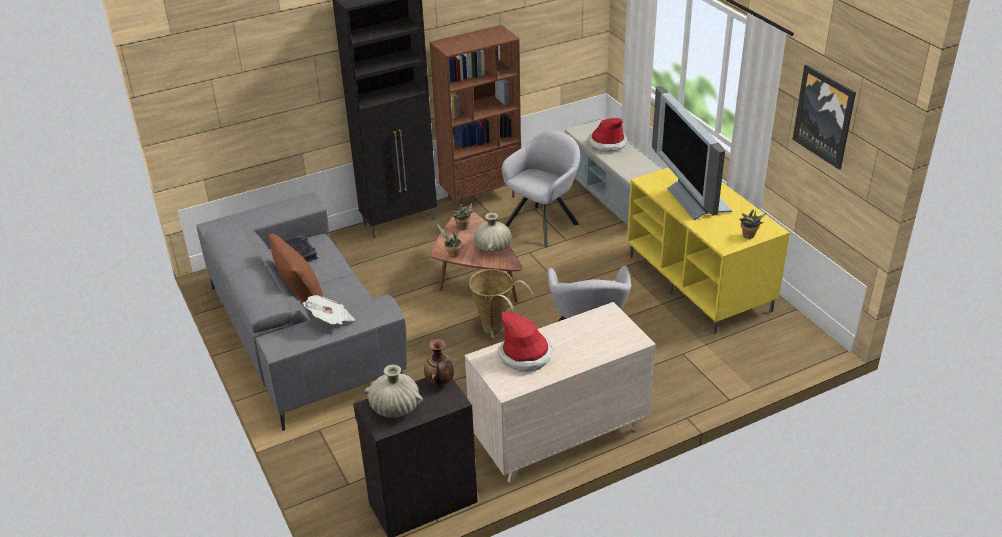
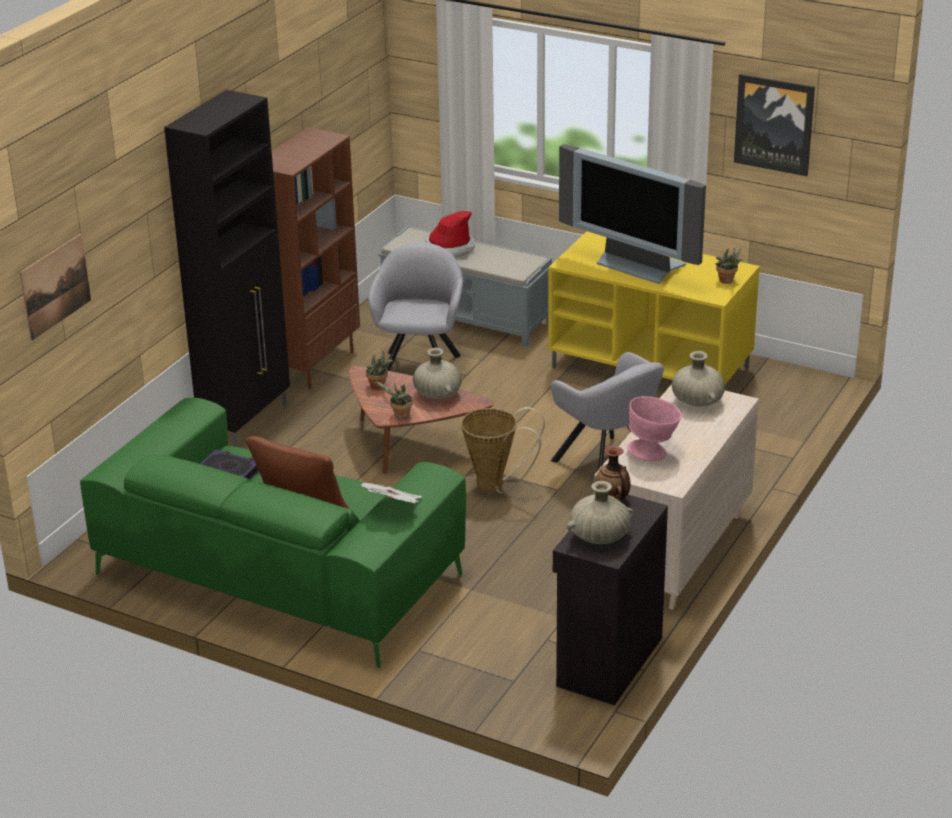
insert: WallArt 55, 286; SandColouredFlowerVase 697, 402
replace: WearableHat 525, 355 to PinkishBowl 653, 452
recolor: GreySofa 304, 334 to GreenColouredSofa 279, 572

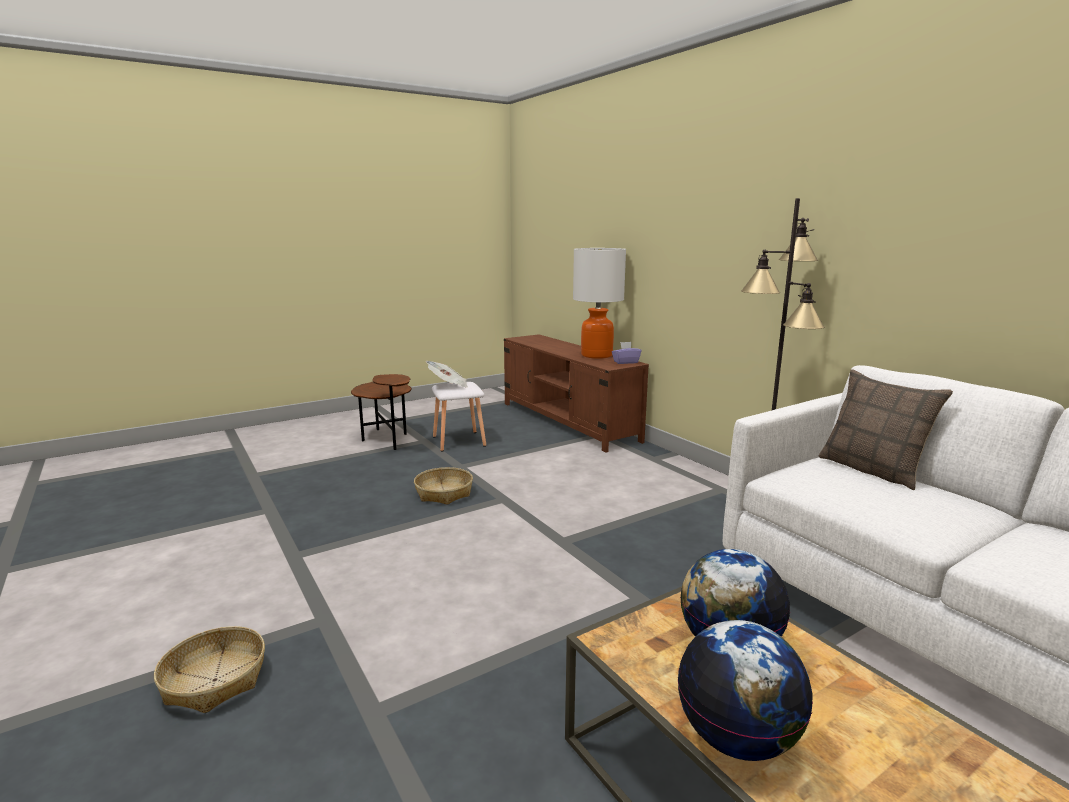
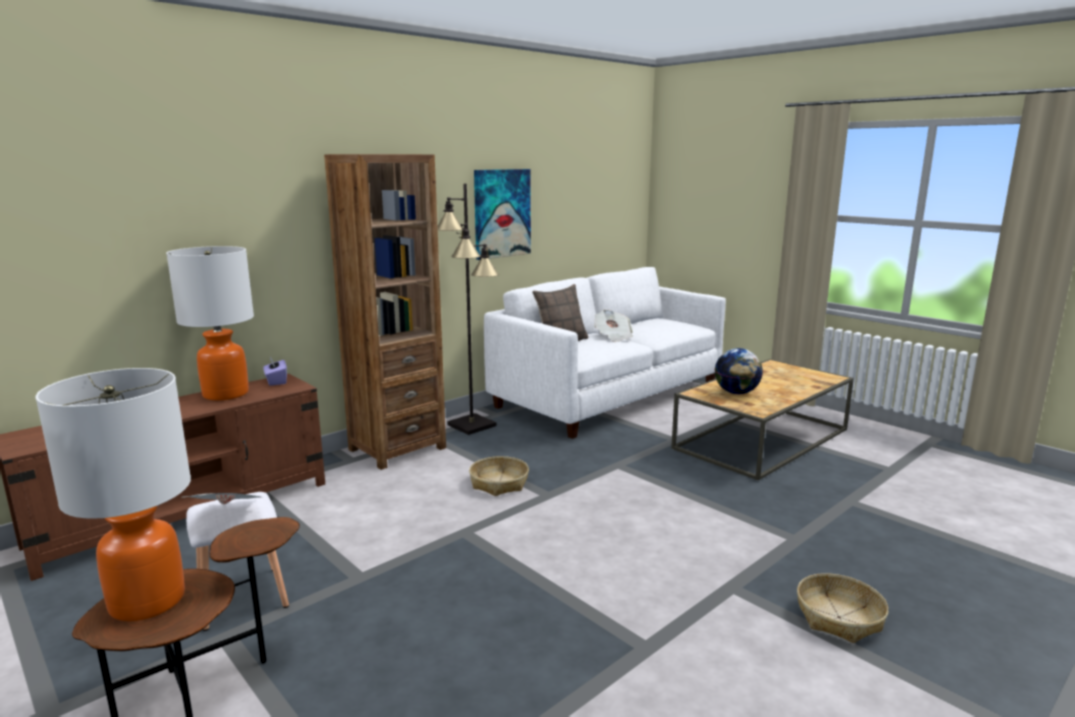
delete: WorldGlobe 737, 738
insert: TabletopLamp 146, 602; BrownColouredShelvingUnit 397, 449; WallArt 502, 213; Newspaper 613, 336
move: Basket 444, 493 to 499, 483

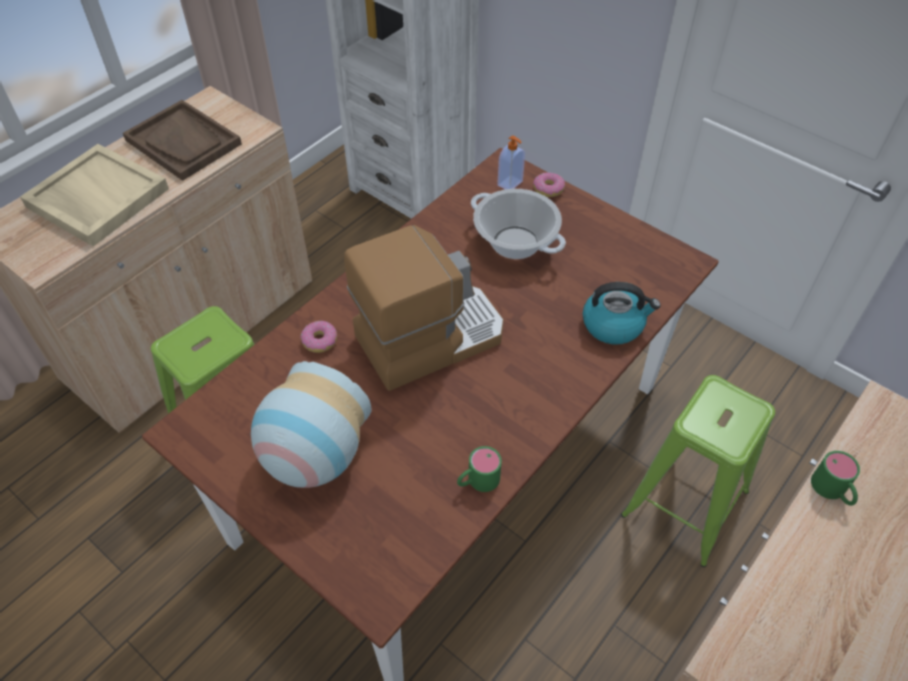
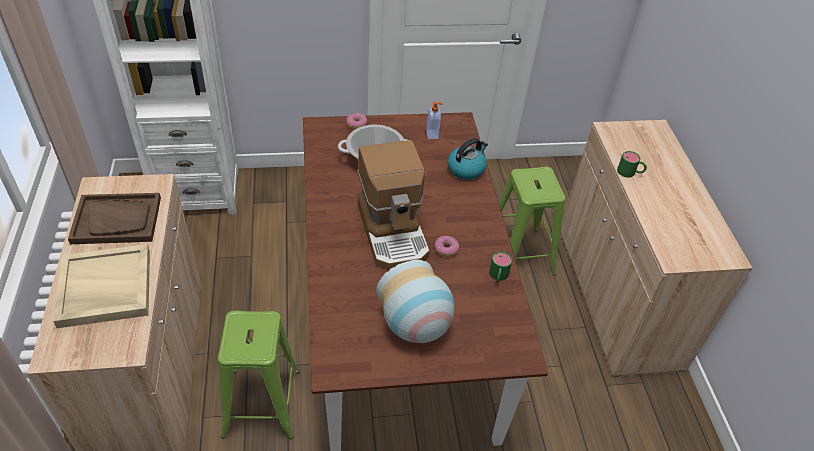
move: Donut 320, 341 to 446, 249; LiquidSoapBottle 510, 184 to 432, 134
rotate: CoffeeBrewer 429, 337 = 394, 232 150 degrees clockwise

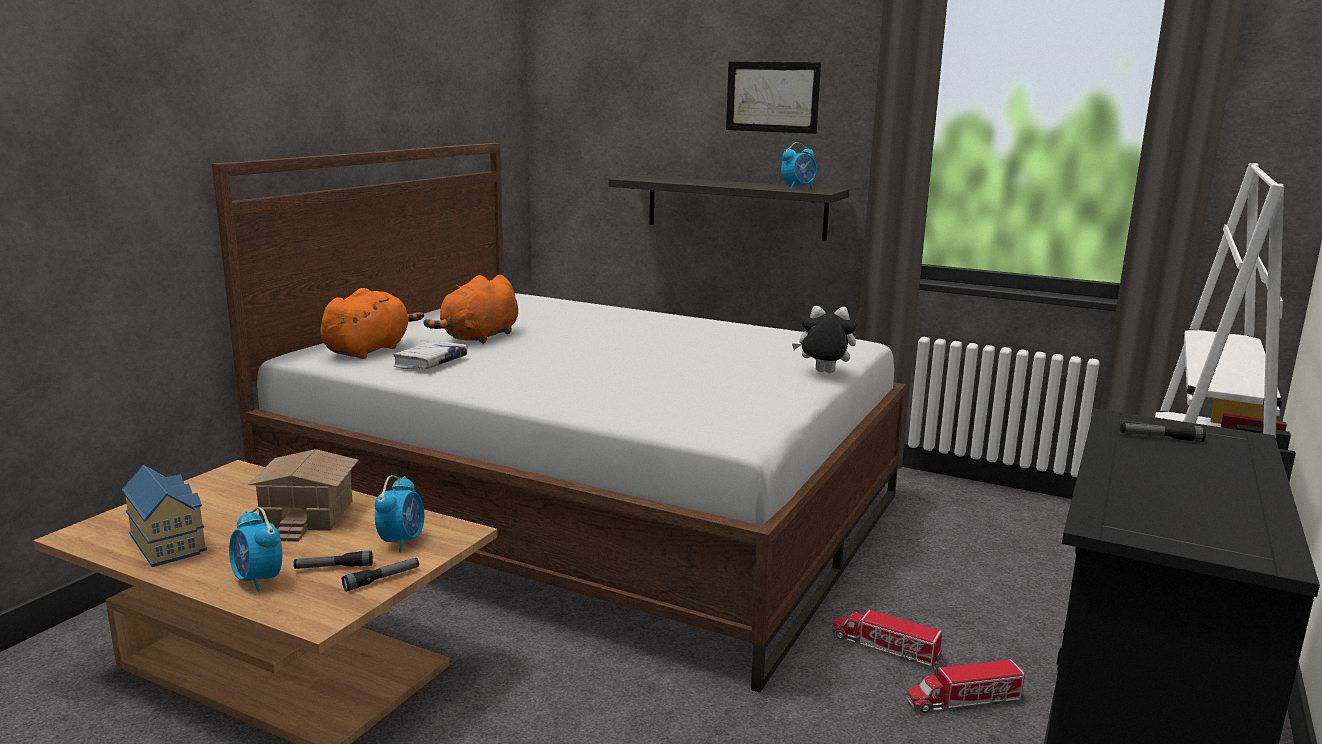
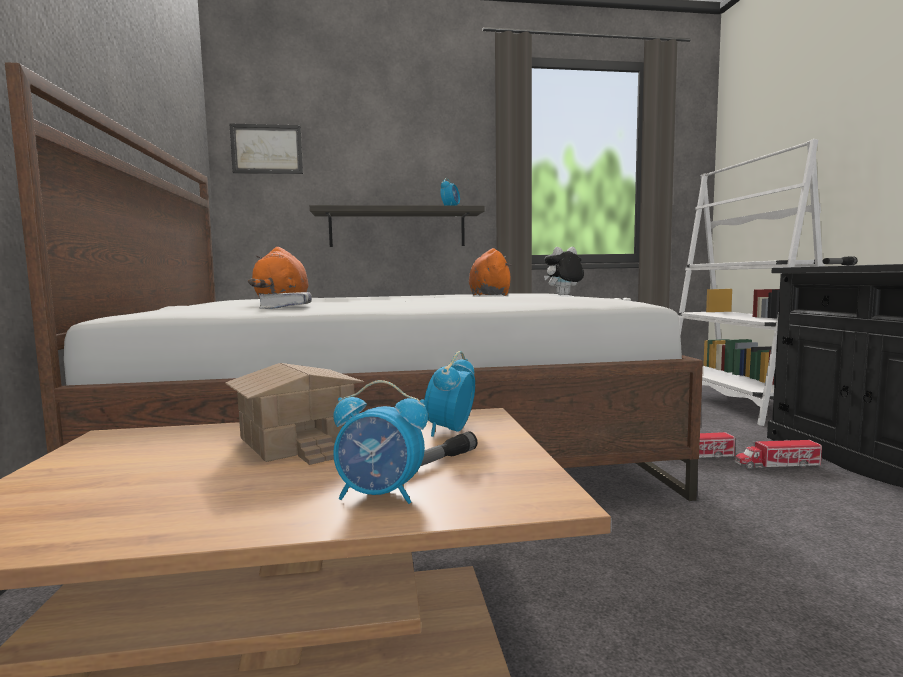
delete: MiniatureHouse 170, 542; HandTorch 382, 579
move: OrangeSoftToy 369, 350 to 489, 295; WallArt 772, 97 to 267, 149
rotate: TableClock 402, 541 = 450, 431 135 degrees counterclockwise; ModelTruck 964, 700 = 777, 465 45 degrees clockwise

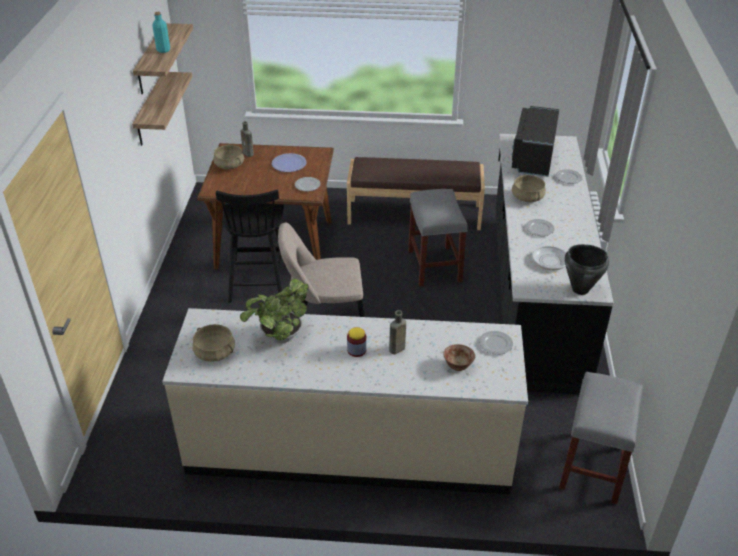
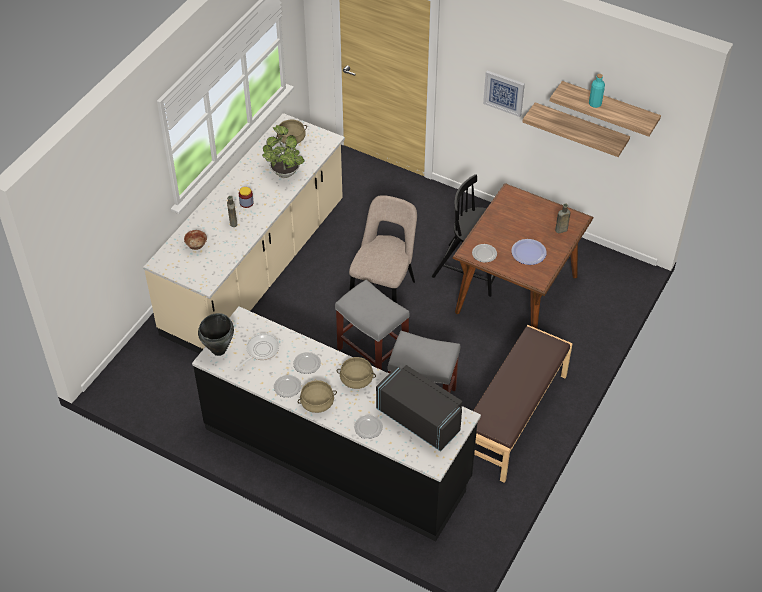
insert: WallArt 504, 92
move: SandColouredCookingPot 230, 165 to 317, 403; Plate 495, 344 to 288, 387; GreyStoolSeat 593, 468 to 371, 352

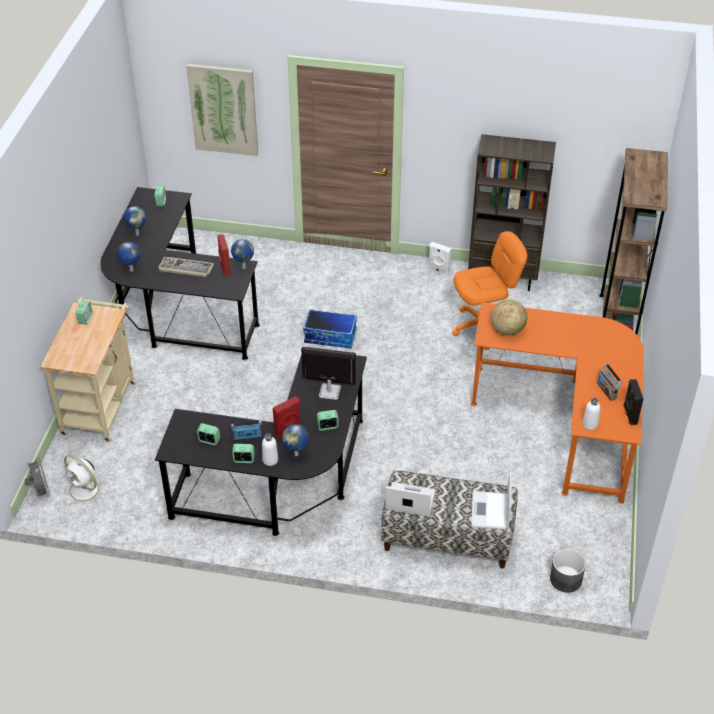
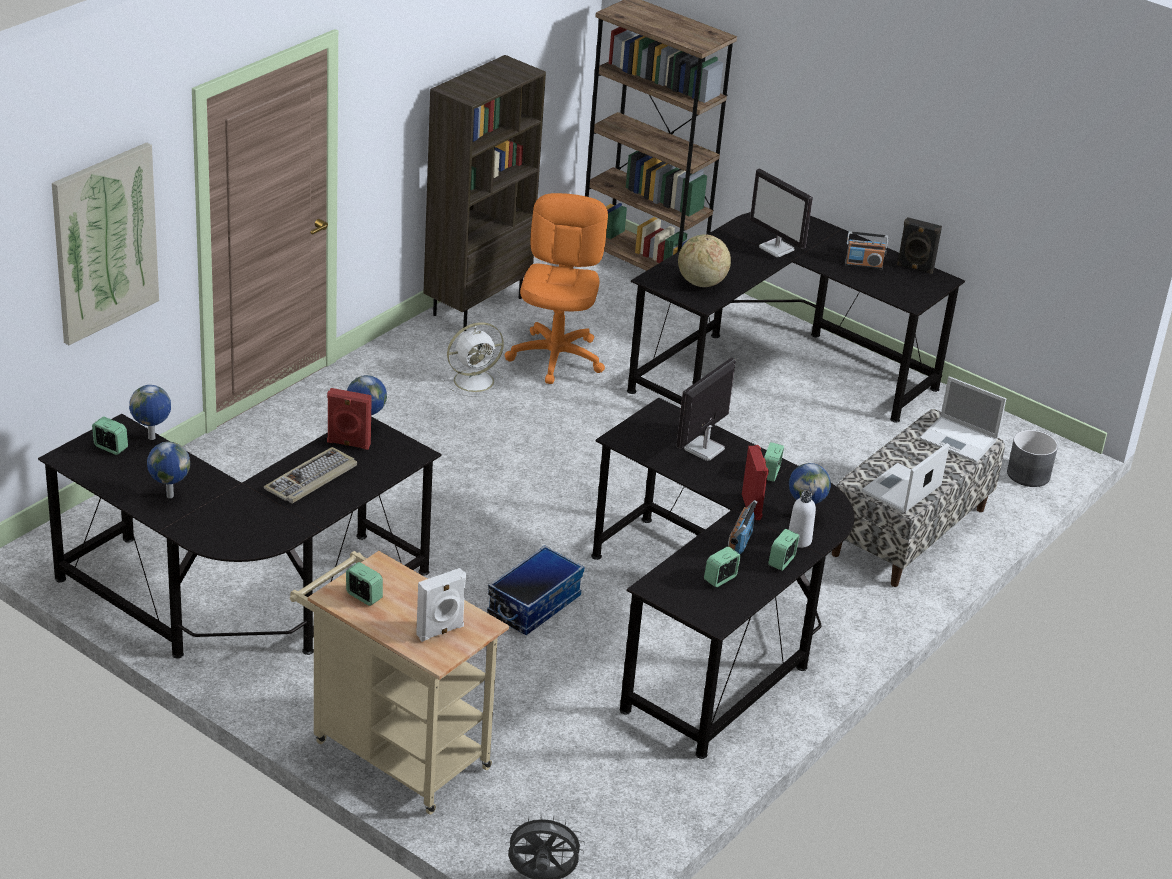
delete: WhiteBeverageBottle 589, 424
insert: Monitor 777, 249
move: WhiteFan 85, 490 to 475, 380; WorldGlobe 131, 270 to 152, 438; StorageBox 330, 336 to 533, 605; WhiteSpeaker 438, 270 to 440, 632
recolor: OrangeDeskTable 565, 420 to BlackColouredDeskTable 777, 370

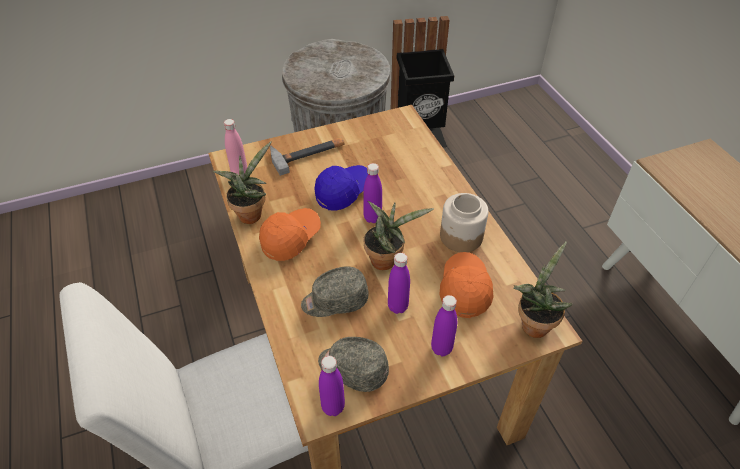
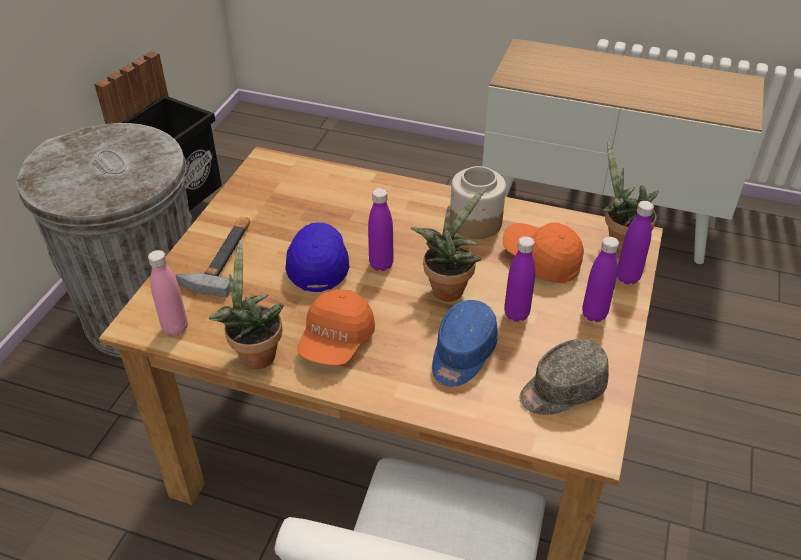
move: PurpleBeverageBottle 333, 407 to 627, 277
recolor: GreyCap 334, 301 to BluishCap 462, 355
rotate: OrangeCap 290, 239 = 336, 341 150 degrees counterclockwise

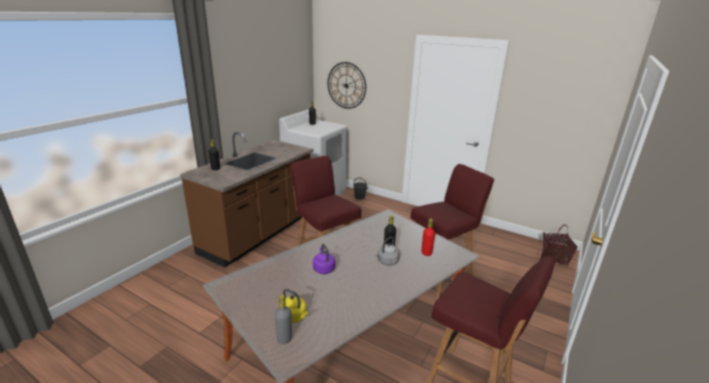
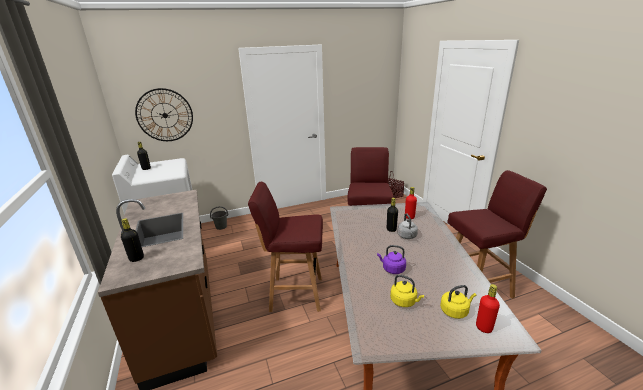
insert: YellowTeaKettle 404, 301
recolor: GreyBeverageBottle 284, 338 to RedBeverageBottle 484, 327

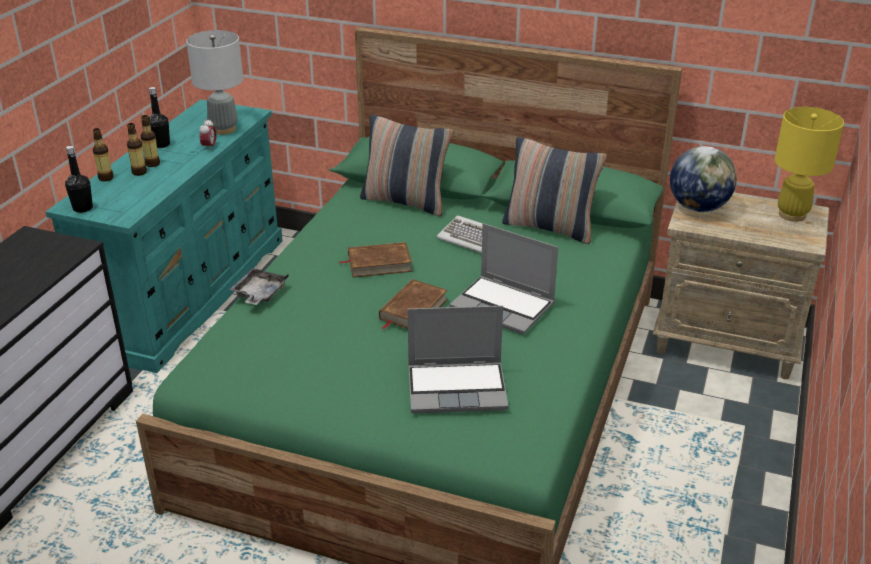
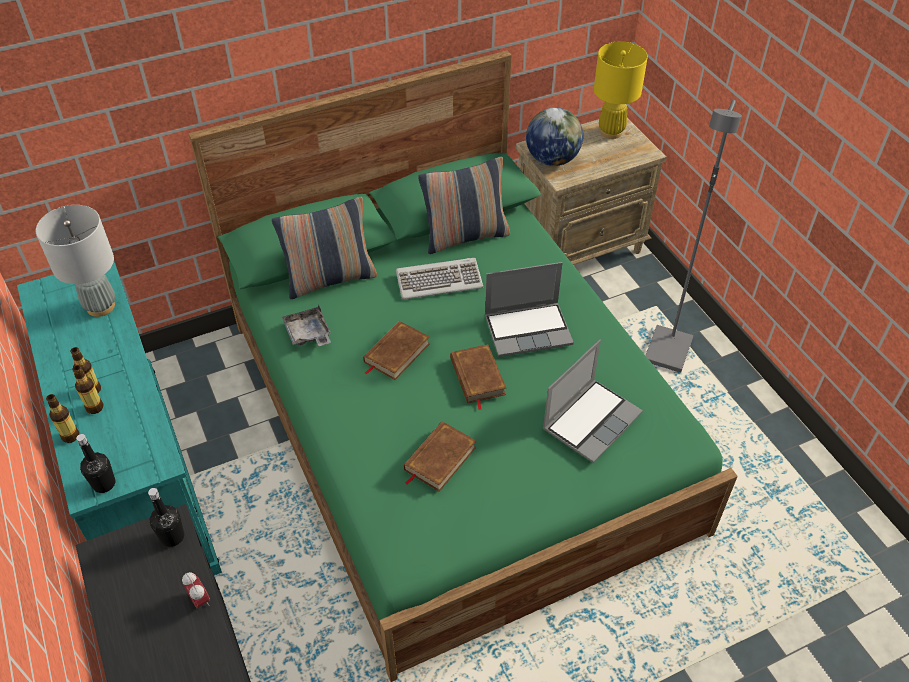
insert: BrownColouredBook 439, 459; GreyFloorLamp 669, 352
move: BlackColouredBeverageBottle 161, 144 to 172, 537; TableClock 209, 147 to 200, 600; GreyServingTray 259, 294 to 308, 334

